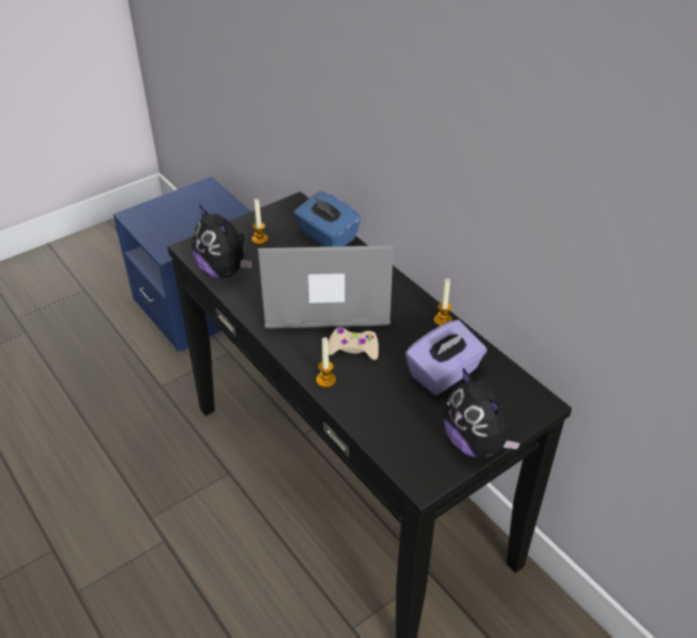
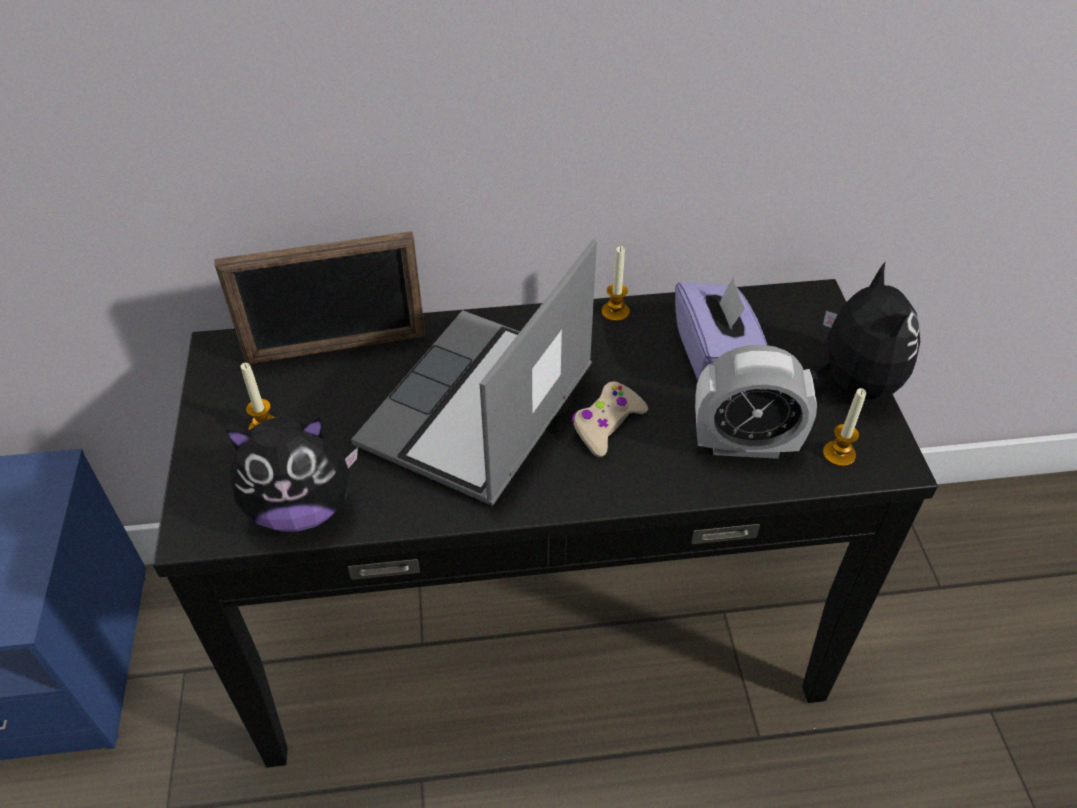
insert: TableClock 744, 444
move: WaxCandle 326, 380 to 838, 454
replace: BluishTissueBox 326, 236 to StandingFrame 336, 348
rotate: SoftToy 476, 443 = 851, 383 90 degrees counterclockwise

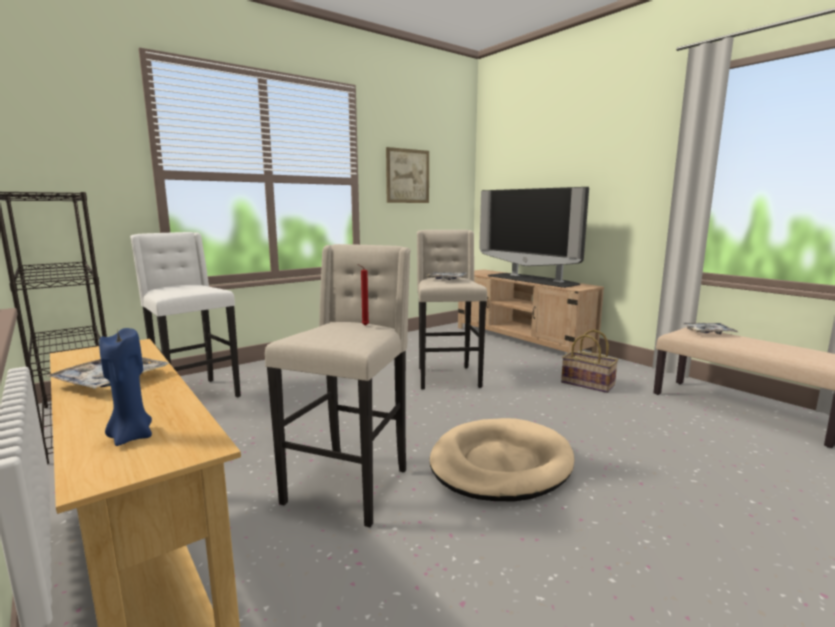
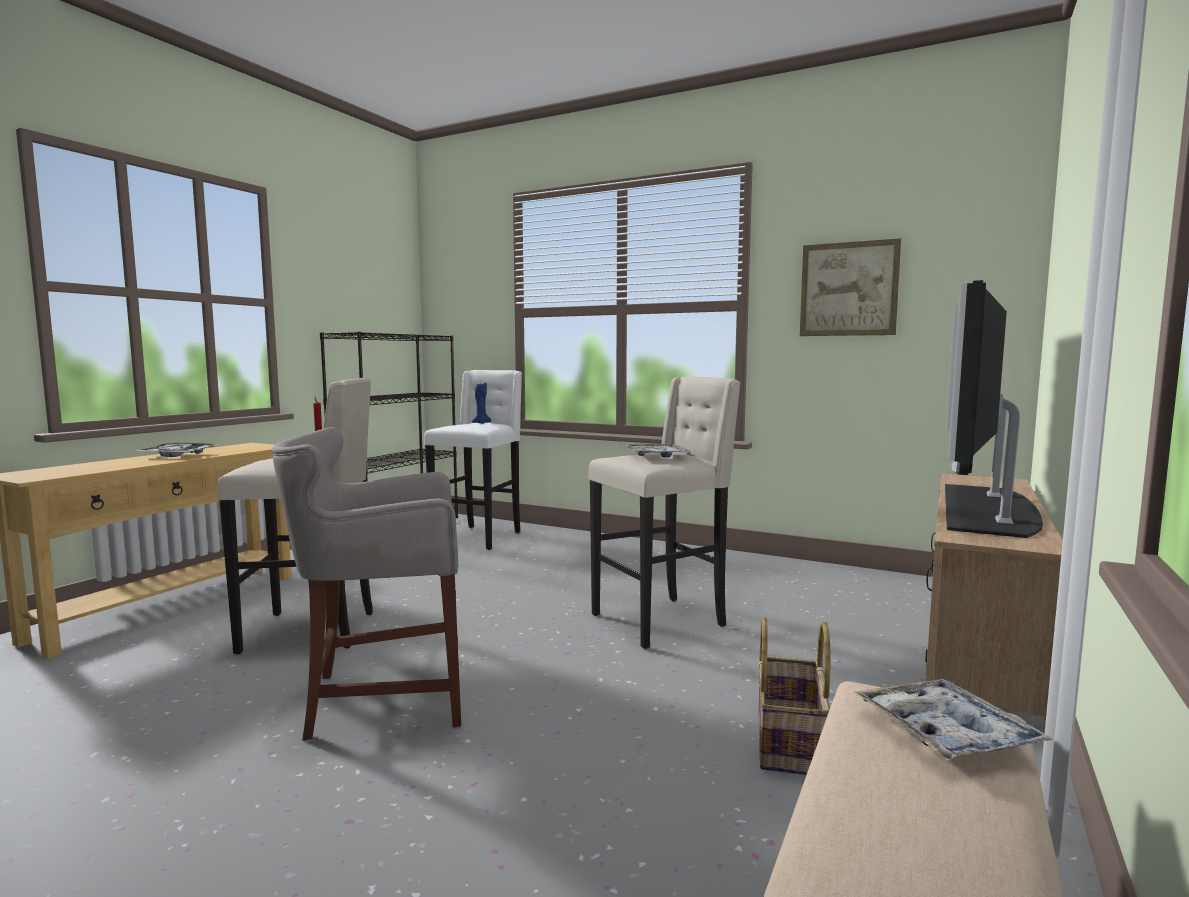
move: BluishWaxCandle 131, 437 to 481, 423
replace: SandColouredDogBed 500, 464 to GreyStoolSeat 381, 697

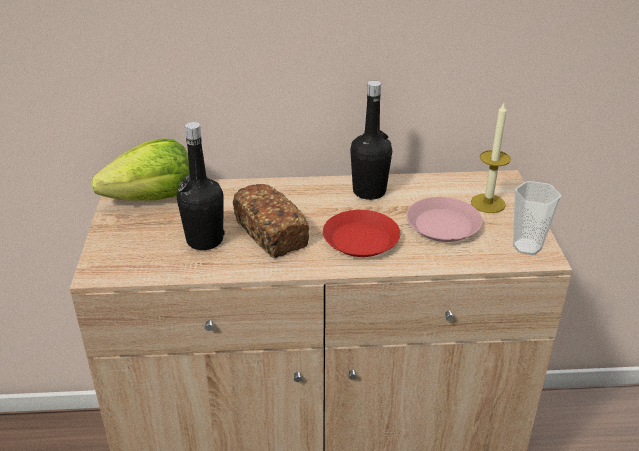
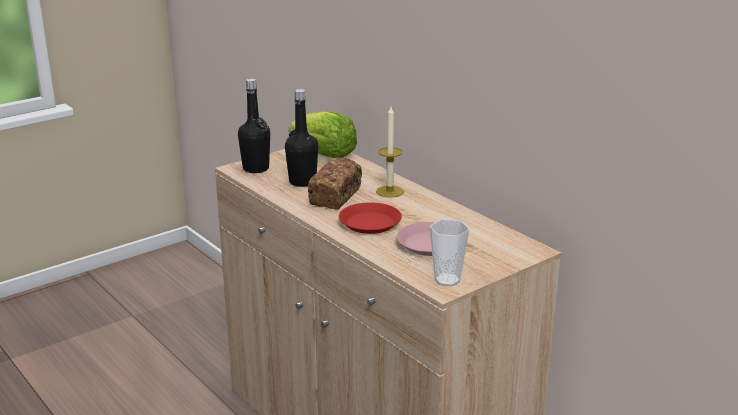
move: BlackColouredBeverageBottle 369, 191 to 256, 168; WaxCandle 488, 203 to 390, 191

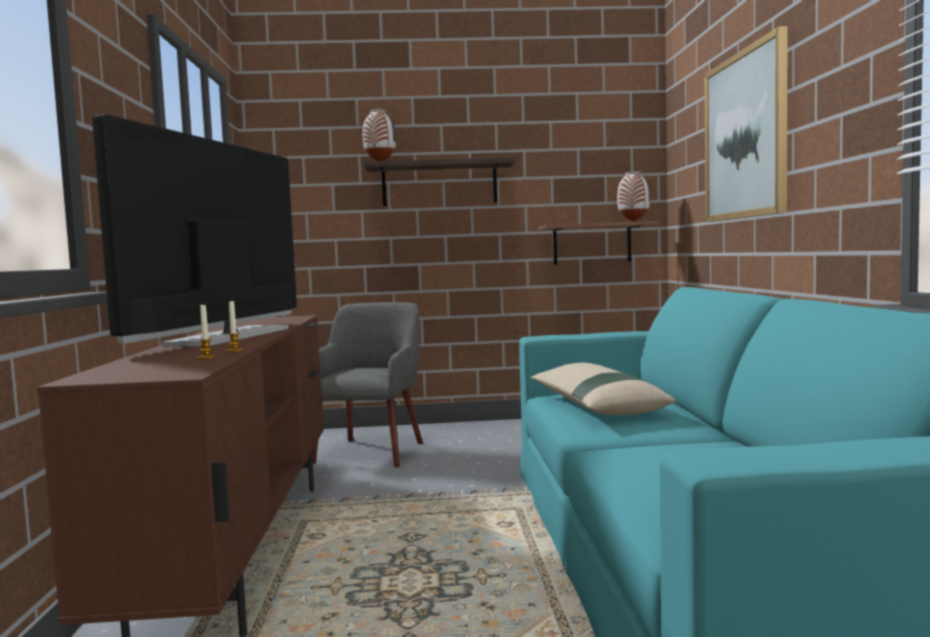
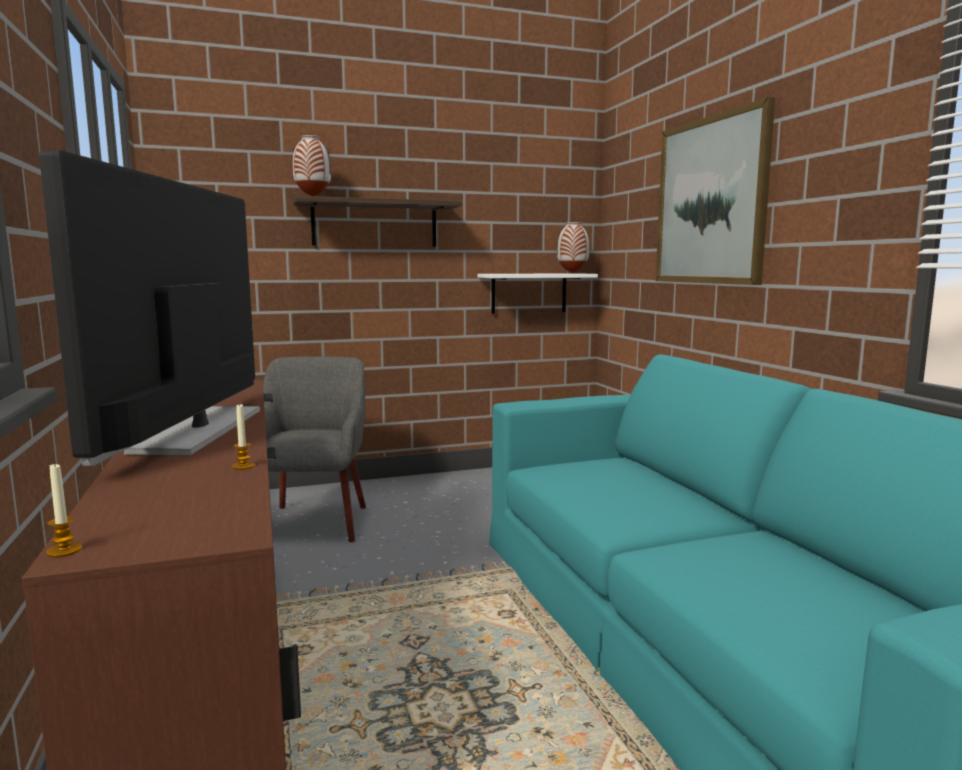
delete: SandColouredThrowPillow 595, 405
move: WaxCandle 206, 357 to 64, 551
recolor: BrownColouredShelf 592, 244 to WhiteShelf 529, 293

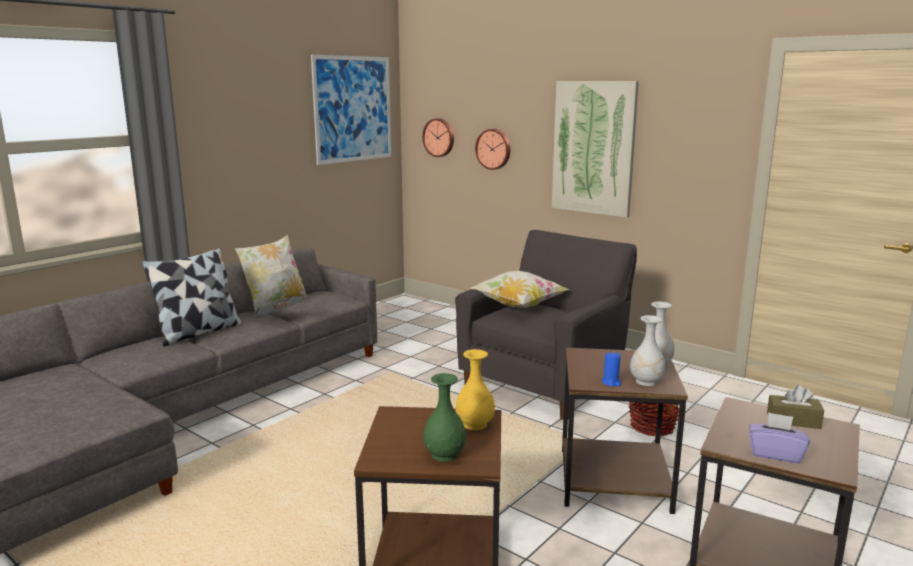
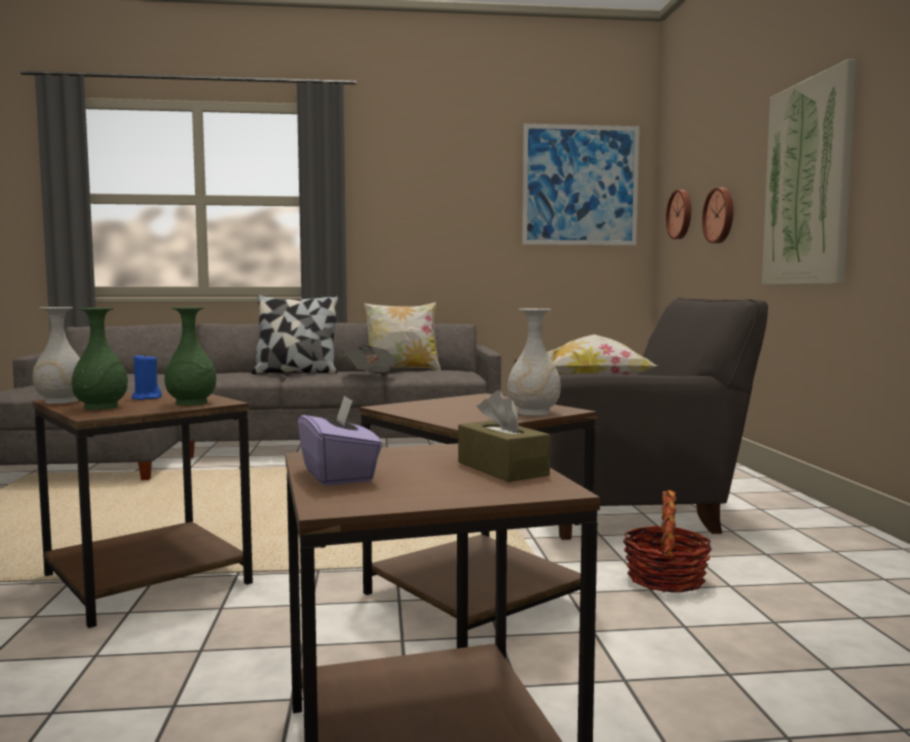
move: BluishWaxCandle 611, 382 to 146, 398; WhiteFlowerVase 645, 382 to 61, 401
recolor: YellowFlowerVase 475, 425 to GreenColouredFlowerVase 191, 403

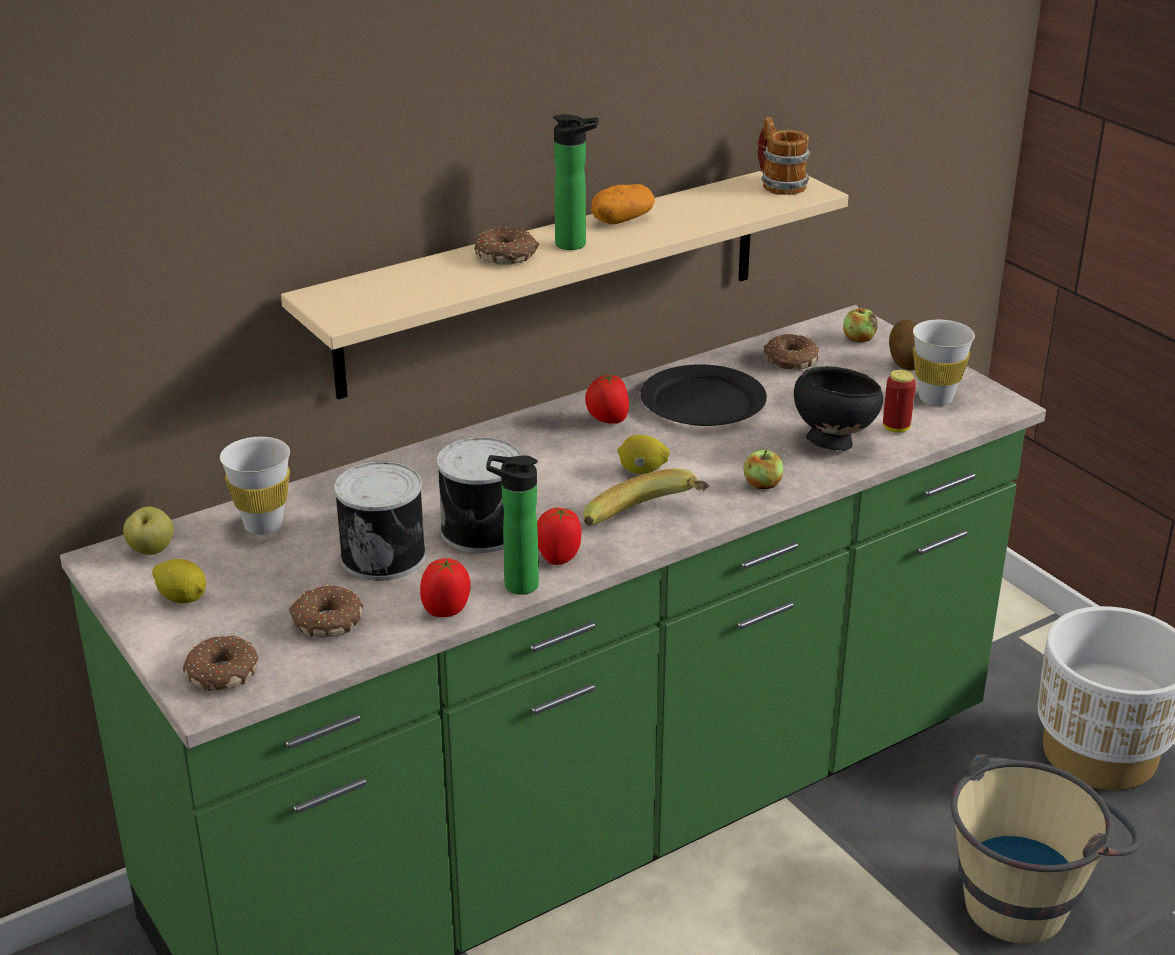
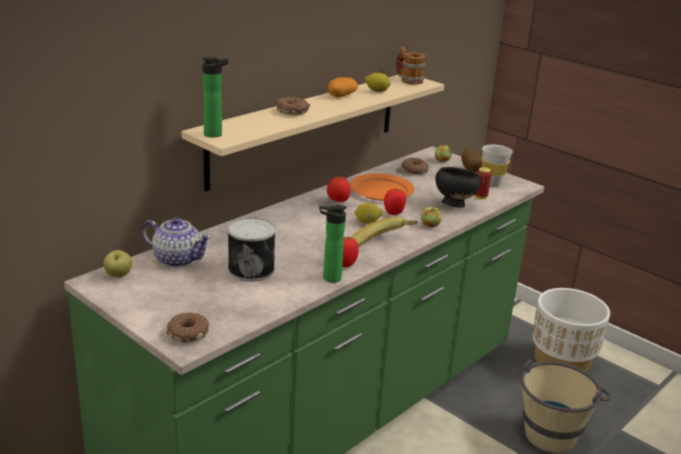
delete: Donut 326, 621; SealedCan 484, 530
move: WholeLemon 182, 598 to 377, 91; WholeTomato 446, 610 to 394, 213; BeverageBottle 575, 244 to 216, 134
replace: WhiteDrinkingCup 263, 525 to PotForTea 177, 259
recolor: BlackColouredPlate 702, 402 to OrangePlate 381, 190

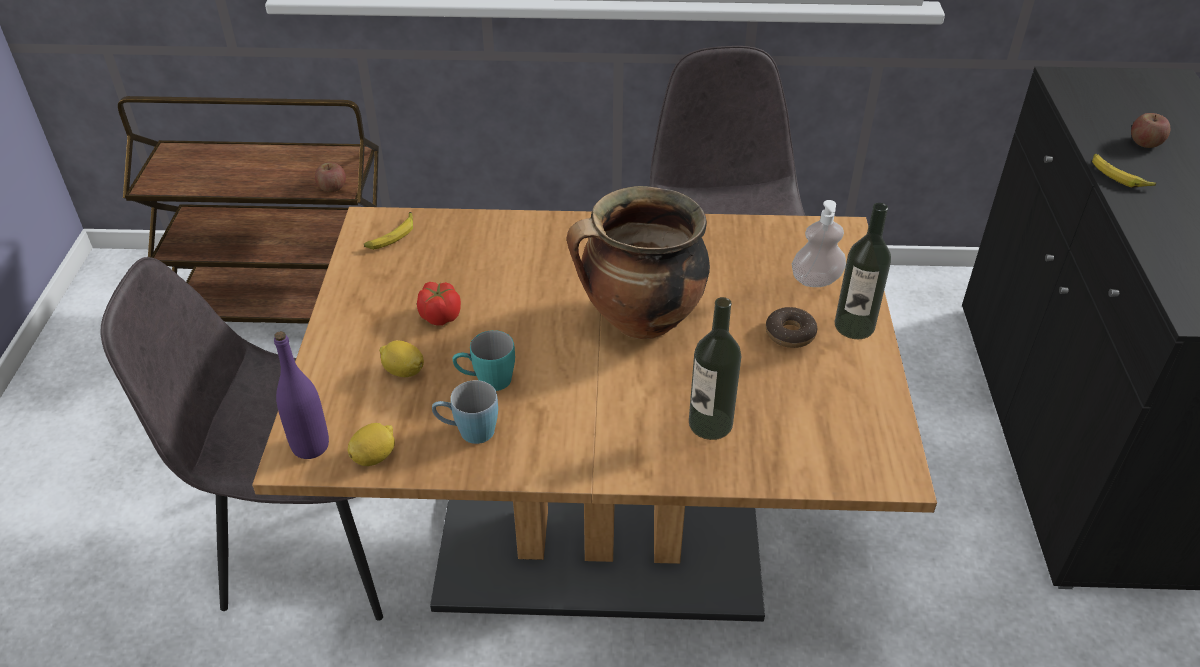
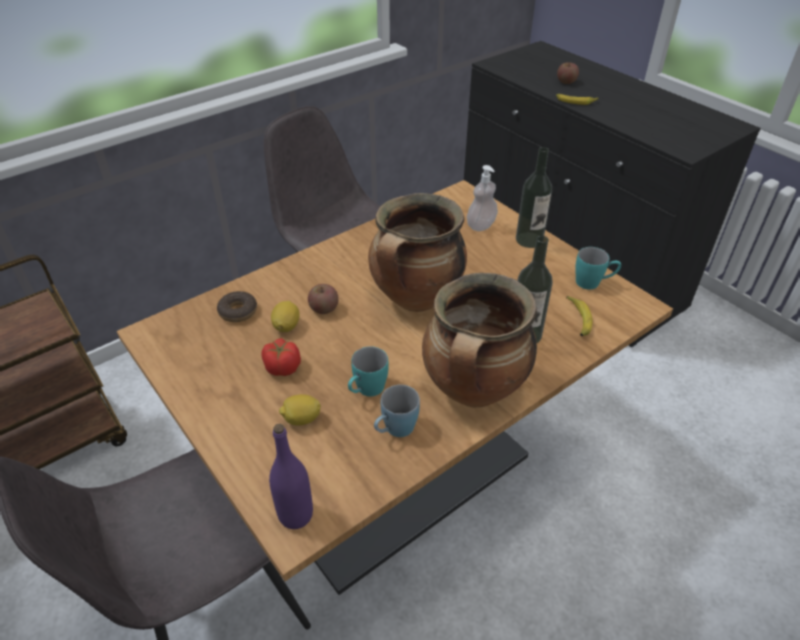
insert: CookingPot 474, 391; BlueGreenCoffeeMug 593, 283
move: AppleFruit 332, 188 to 324, 308; WholeLemon 374, 456 to 286, 326; Banana 391, 236 to 578, 319; Donut 790, 333 to 238, 311

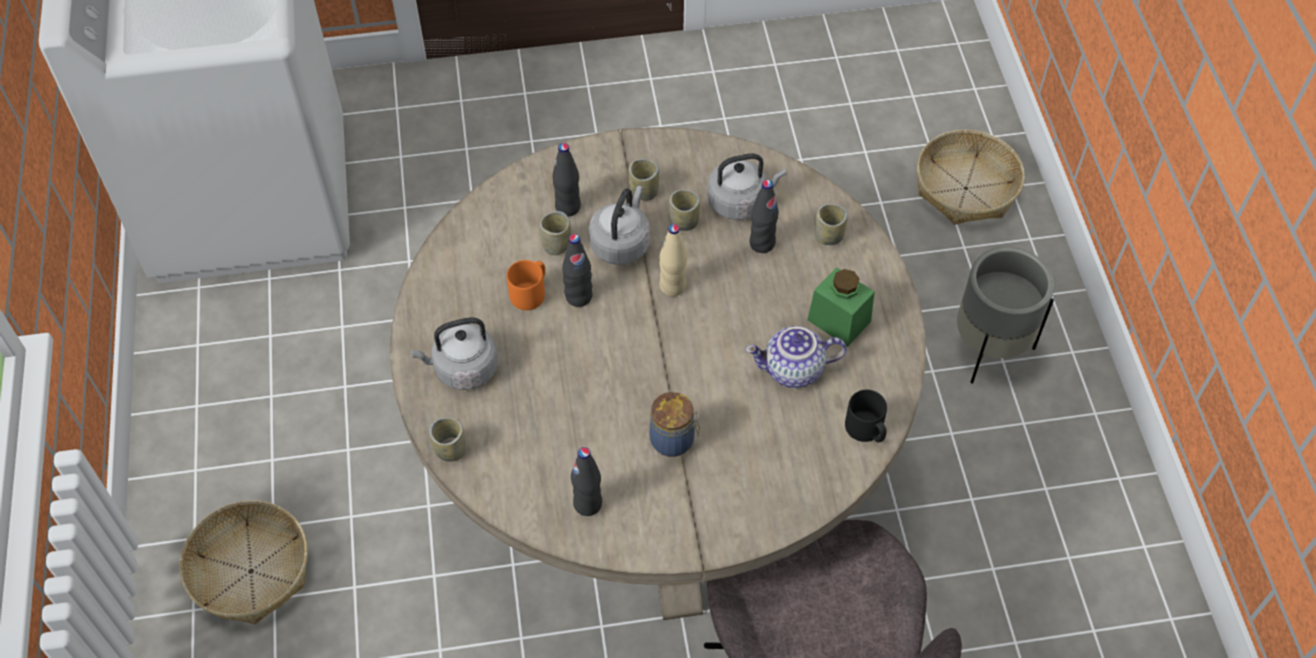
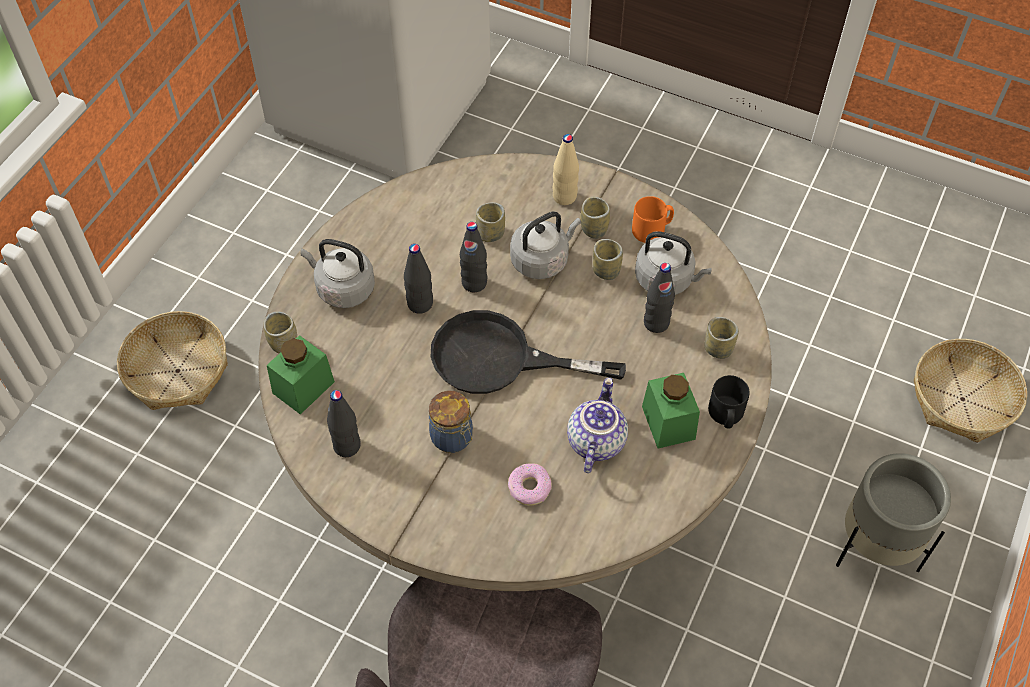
insert: GreenColouredStorageJar 303, 387; BlackColouredPan 500, 359; Donut 529, 488
move: OrangeCoffeeMug 530, 293 to 652, 230; BlackColouredBeverageBottle 568, 207 to 420, 304; SandColouredBeverageBottle 672, 286 to 564, 197; BlackColouredCoffeeMug 866, 430 to 725, 415
rotate: PotForTea 793, 371 = 594, 441 75 degrees clockwise

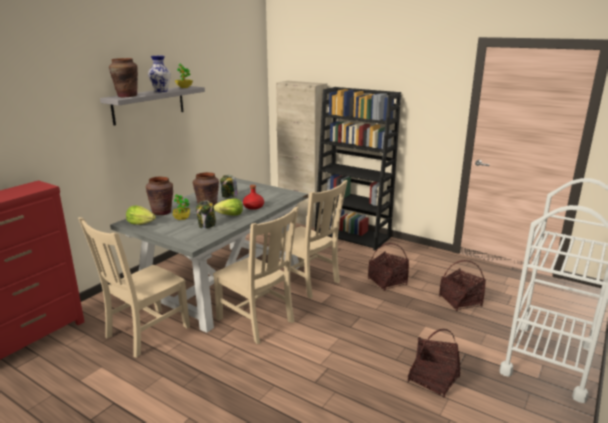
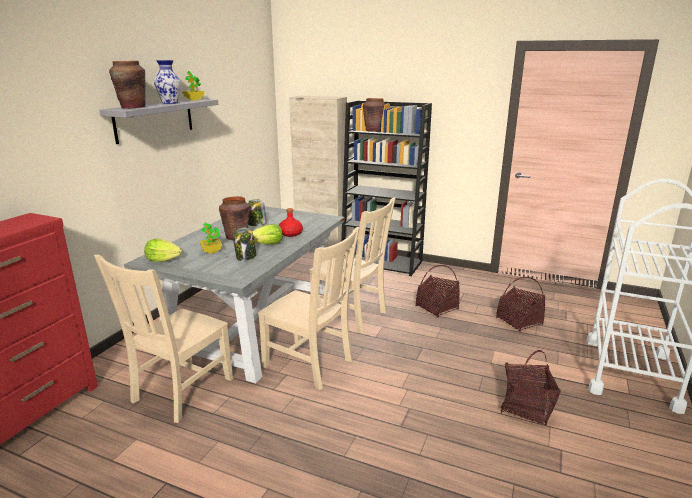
move: BrownColouredFlowerVase 162, 212 to 373, 131

